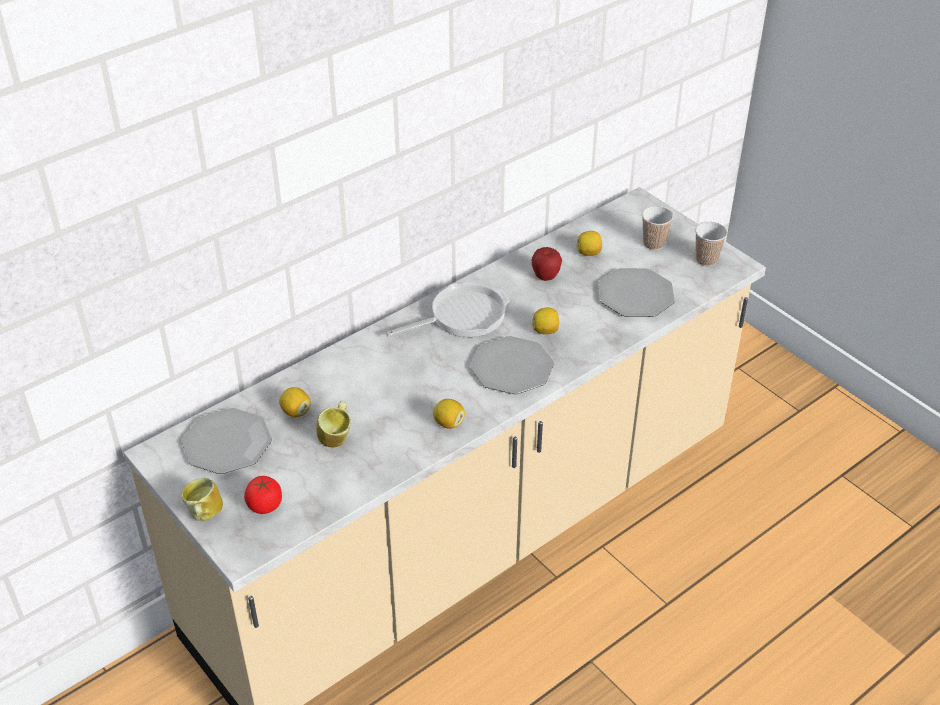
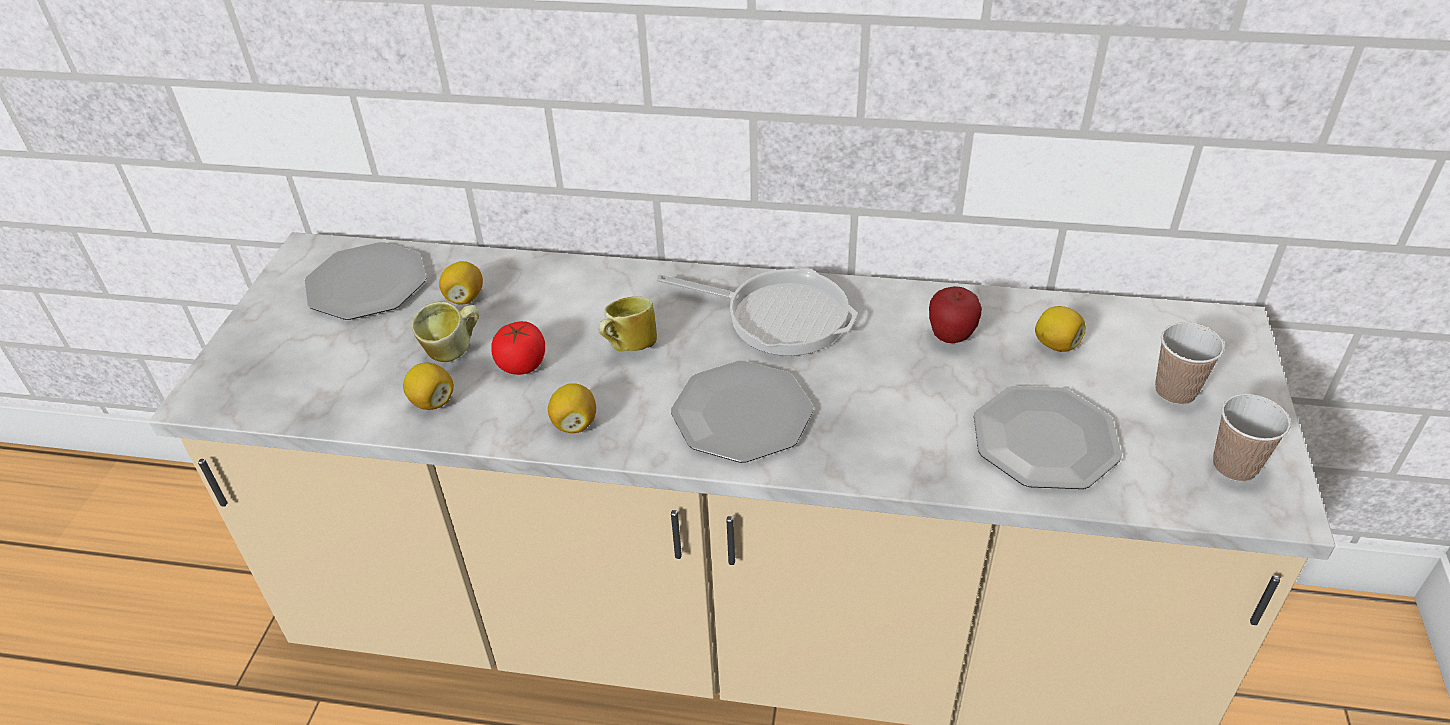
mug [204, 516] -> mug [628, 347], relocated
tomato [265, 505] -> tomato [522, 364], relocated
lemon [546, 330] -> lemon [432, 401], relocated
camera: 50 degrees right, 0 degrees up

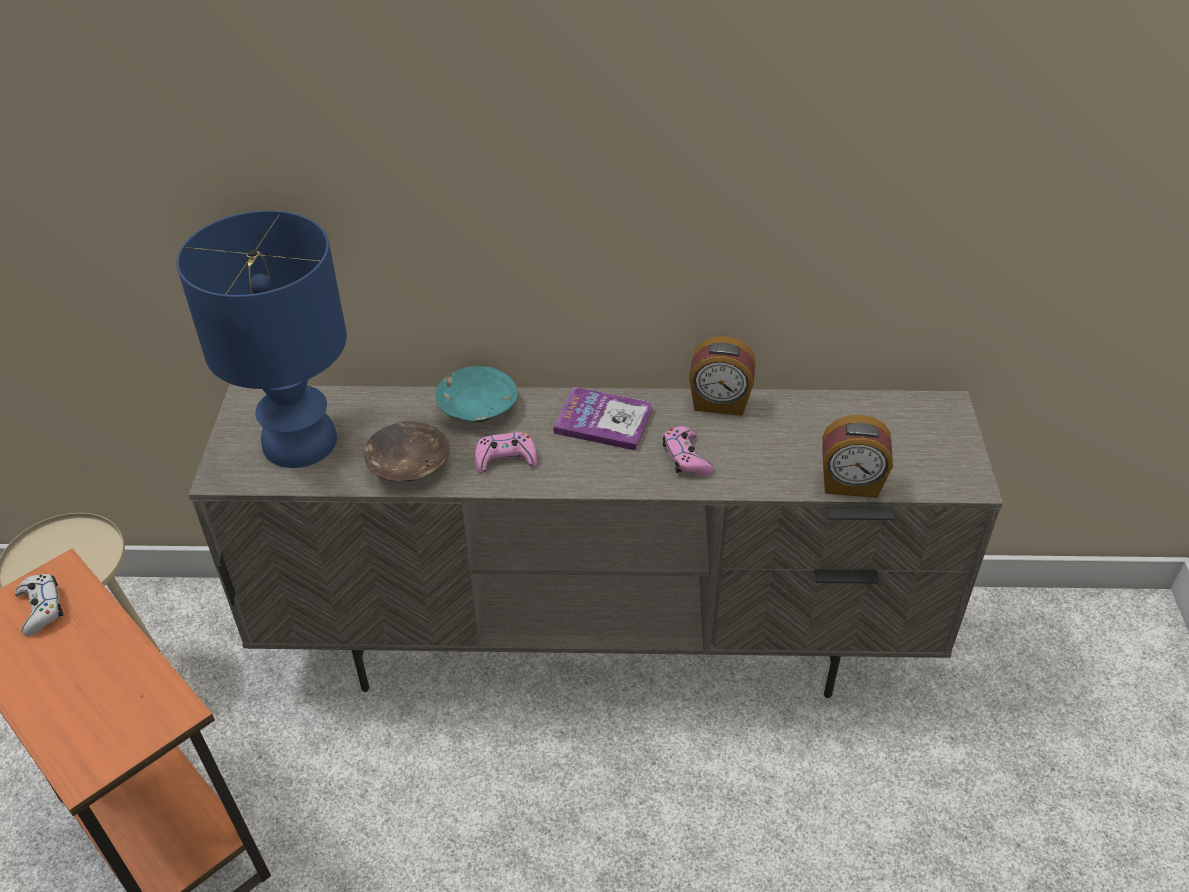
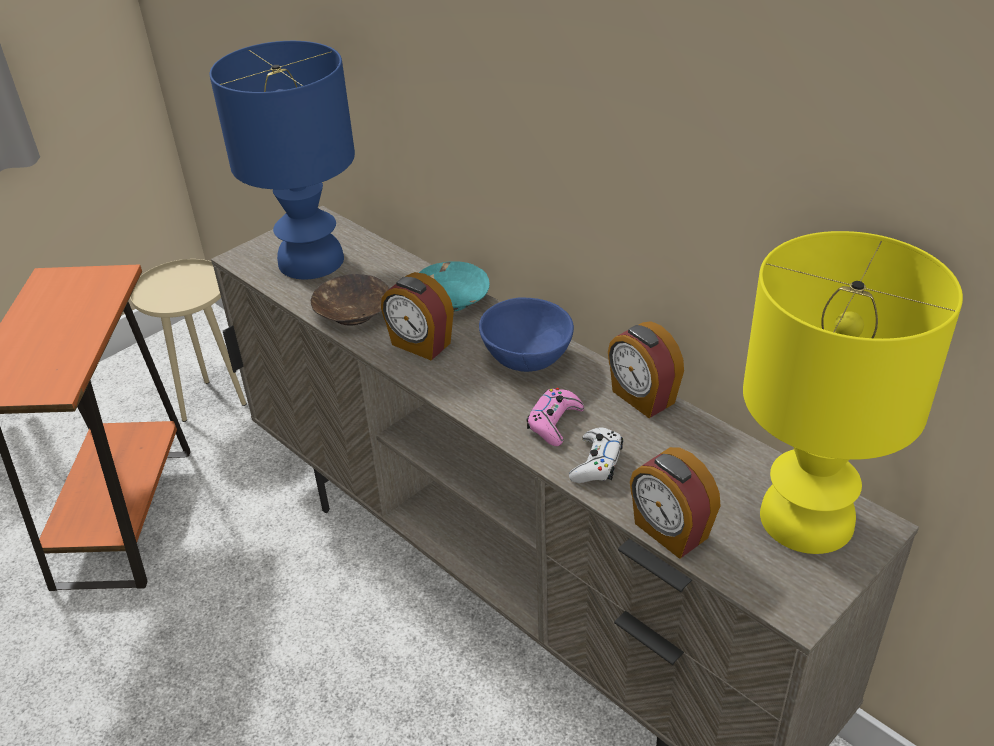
none -> table lamp (yellow) [806, 517]
game controller (white) [41, 608] -> game controller (white) [596, 463], relocated
game controller (pink) [505, 459] -> alarm clock [420, 345]
book [603, 421] -> bowl (blue) [528, 358]
camera: 45 degrees right, 5 degrees down

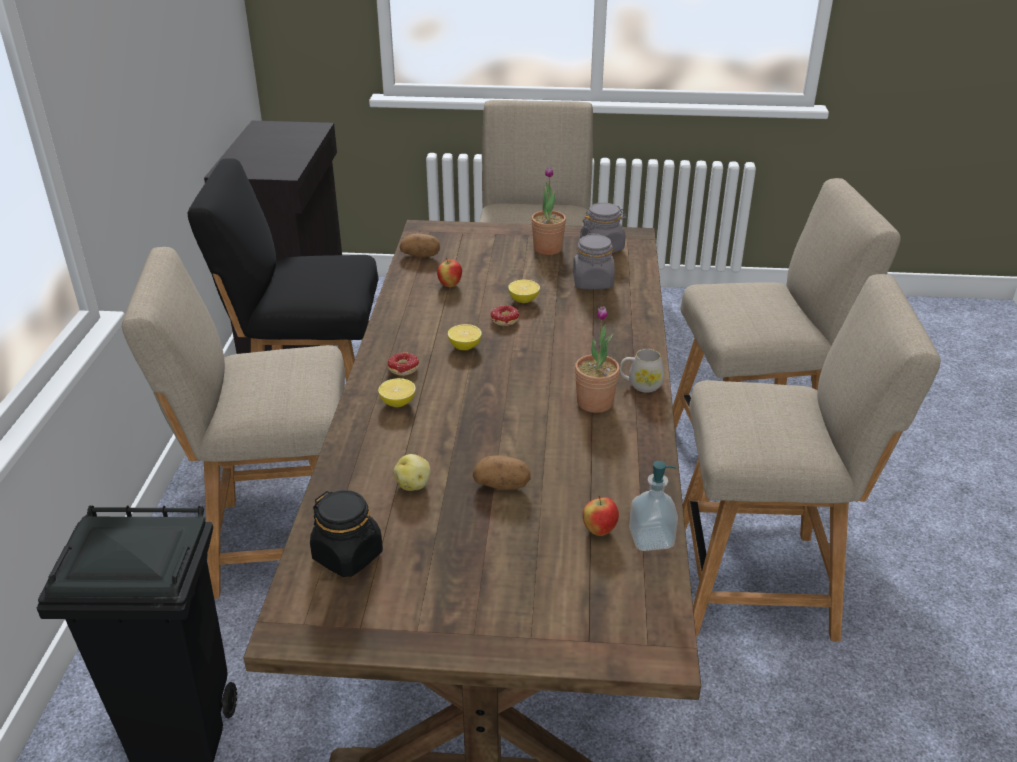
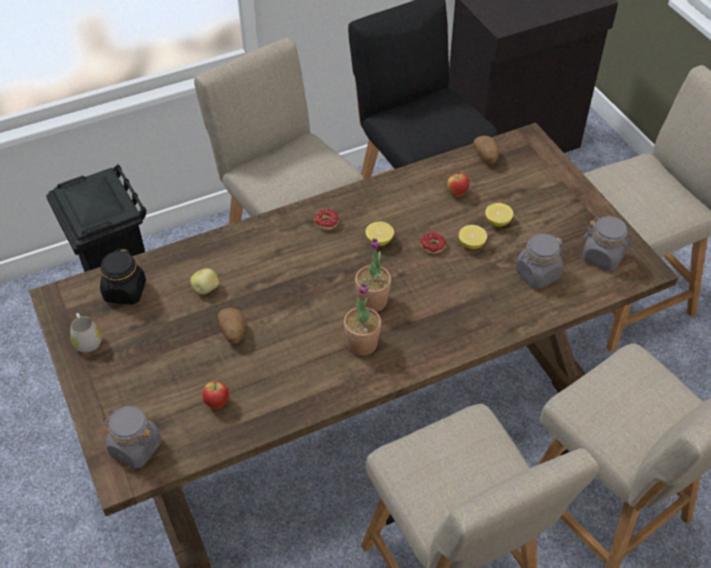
soap dispenser [651, 539] -> none
none -> jar (grey) [135, 447]
lemon [398, 403] -> lemon [497, 222], relocated
potted plant [547, 249] -> potted plant [372, 301], relocated
mug (white) [640, 385] -> mug (white) [87, 340], relocated
camera: 60 degrees right, 15 degrees up

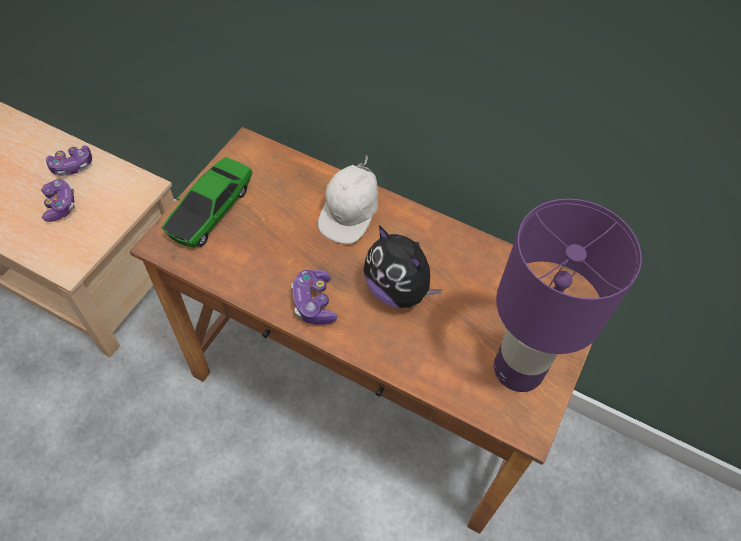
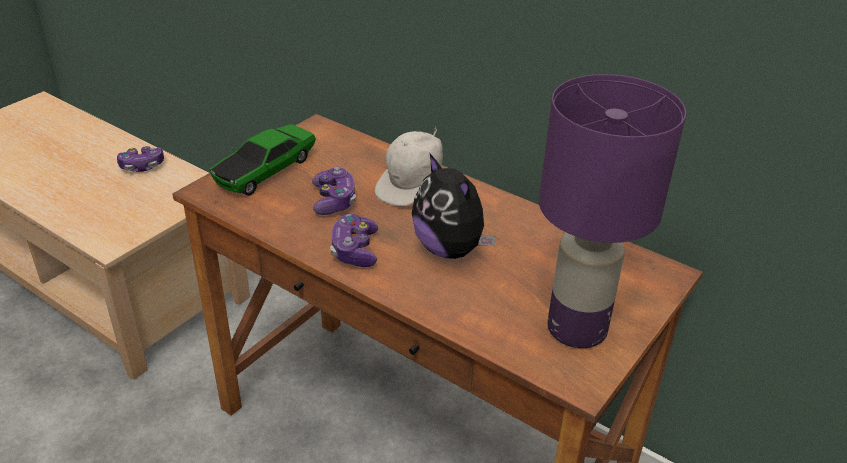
game controller [60, 205] -> game controller [334, 200], relocated
camera: 10 degrees right, 20 degrees down

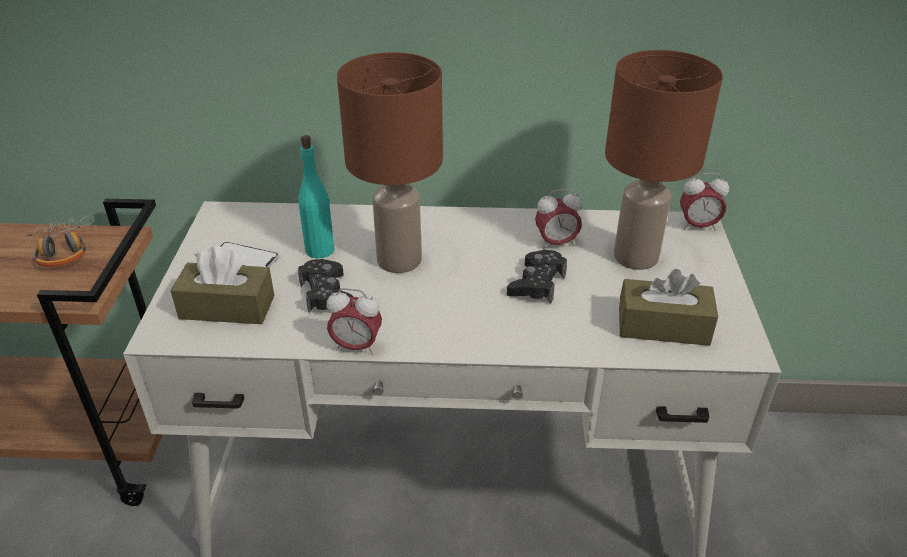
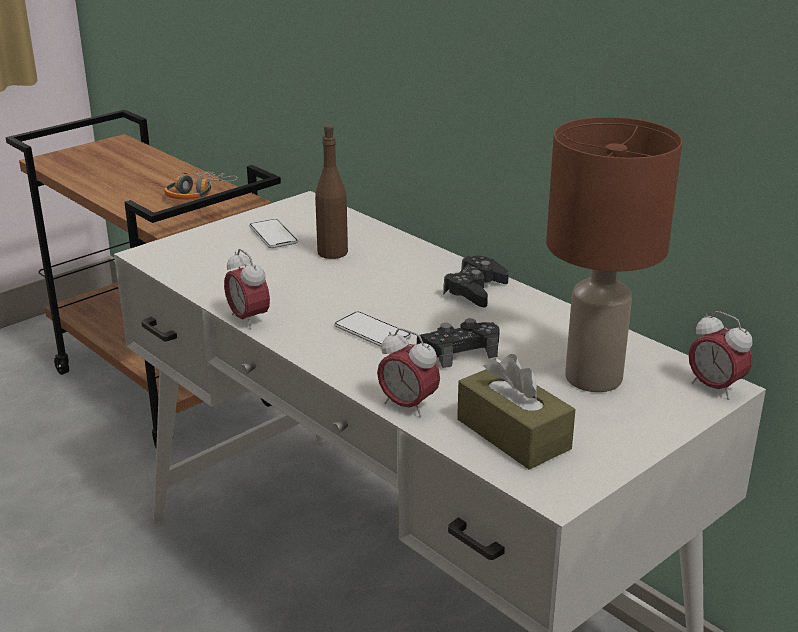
tissue box (brown) [227, 307] -> none
table lamp (brown) [397, 259] -> none
none -> phone [372, 332]
game controller (black) [326, 294] -> game controller (black) [475, 290], relocated
alarm clock [556, 243] -> alarm clock [408, 406], relocated
bottle (turquoise) [319, 250] -> bottle (brown) [332, 252]
camera: 45 degrees right, 10 degrees down

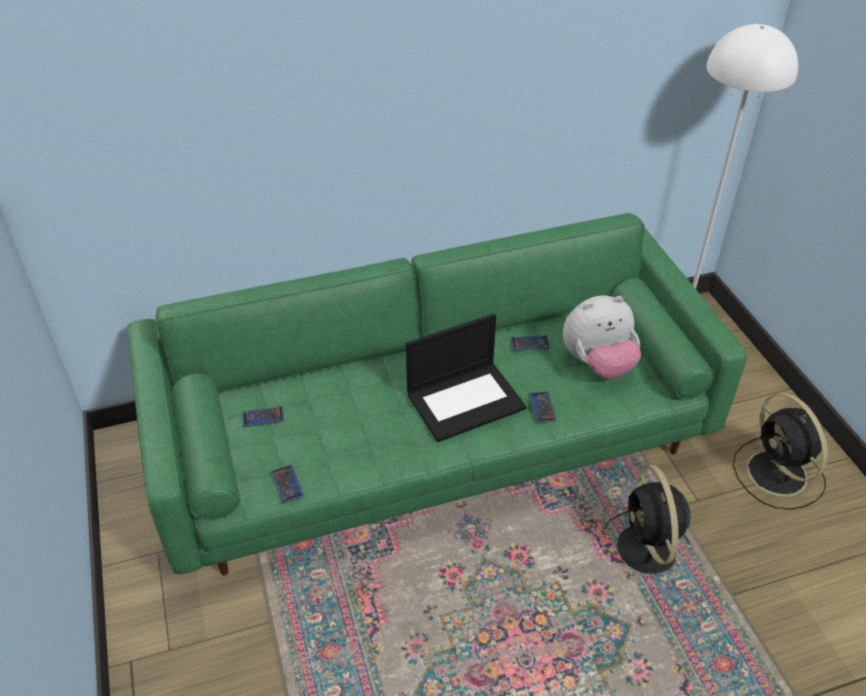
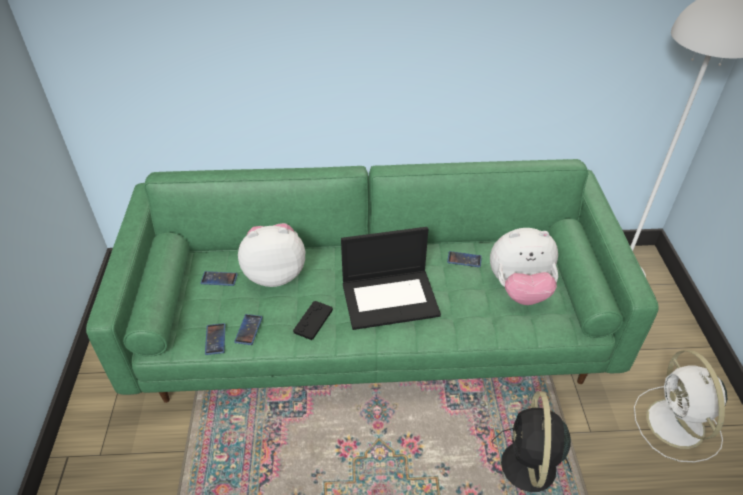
none -> plush toy [275, 273]
none -> game controller (black) [313, 320]
phone [542, 407] -> phone [248, 330], relocated
fan (black) [778, 475] -> fan (white) [676, 425]
camera: 15 degrees right, 0 degrees up

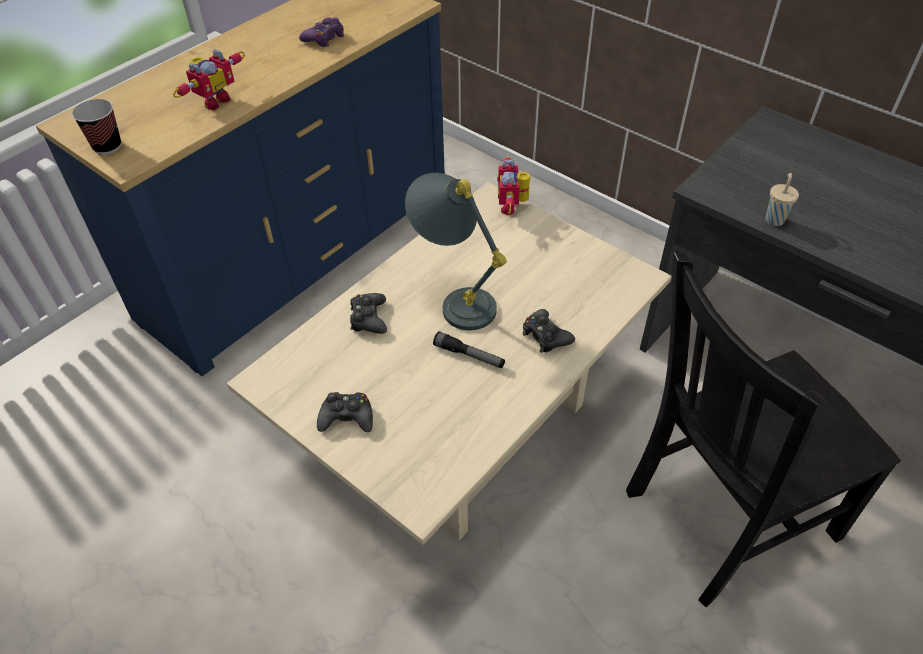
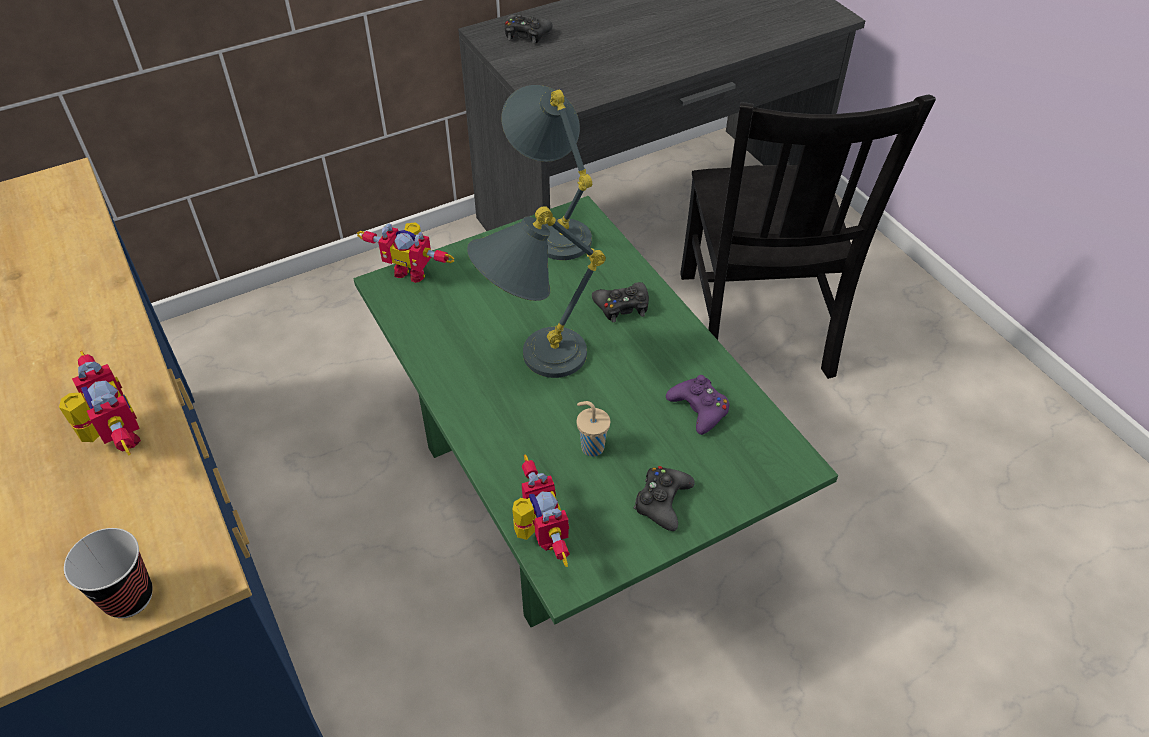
flashlight [469, 355] -> none
none -> table lamp (grey) [552, 228]
none -> toy robot [538, 536]
game controller (purple) [324, 38] -> game controller (purple) [699, 409], relocated
game controller (black) [368, 318] -> game controller (black) [526, 34], relocated
cup (beige) [774, 219] -> cup (beige) [591, 447], relocated
coffee table (beige) [463, 429] -> coffee table (green) [574, 490]
camera: 70 degrees left, 0 degrees up

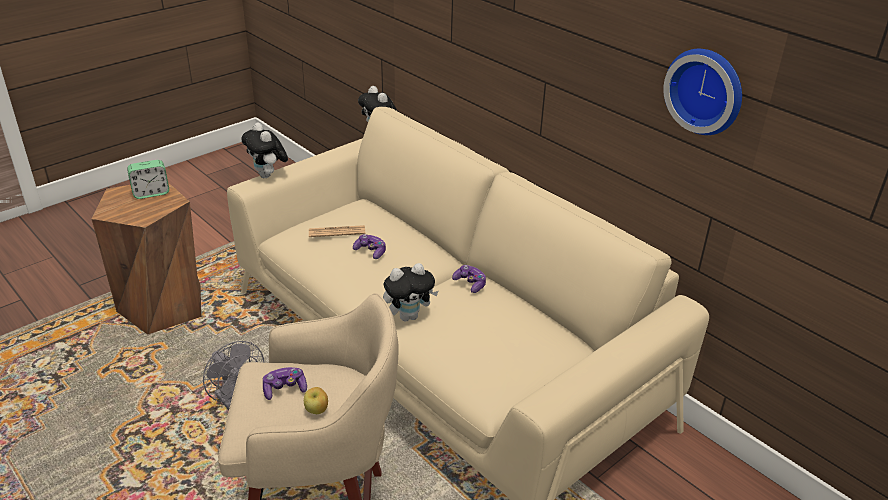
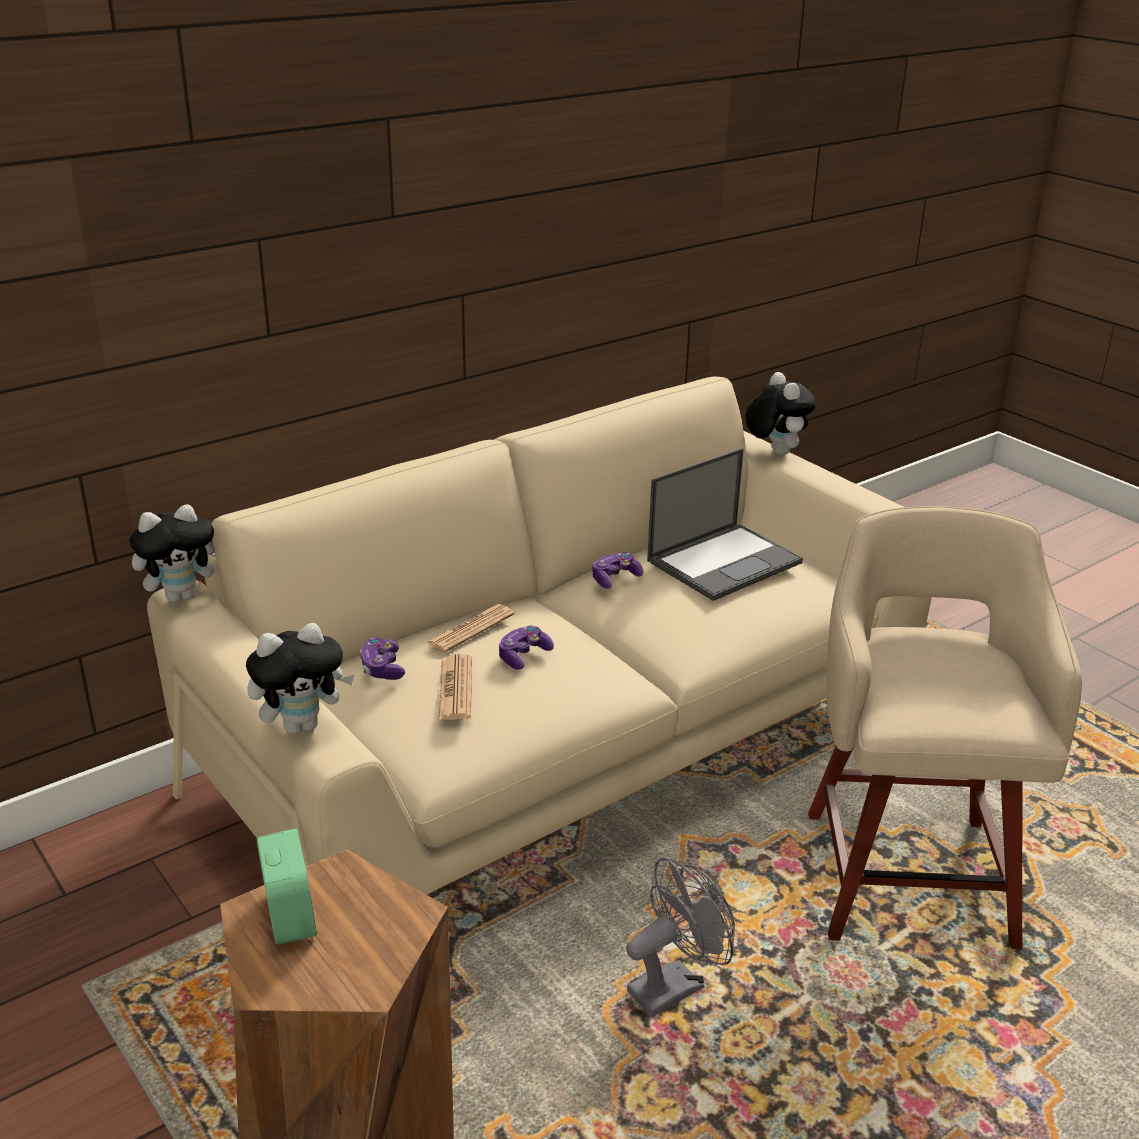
apple [317, 410] -> none
wall clock [706, 90] -> none
none -> newspaper [470, 629]
none -> laptop [725, 561]
game controller [284, 389] -> game controller [382, 668], relocated
plush toy [409, 316] -> plush toy [775, 452], relocated
camera: 85 degrees left, 5 degrees down

